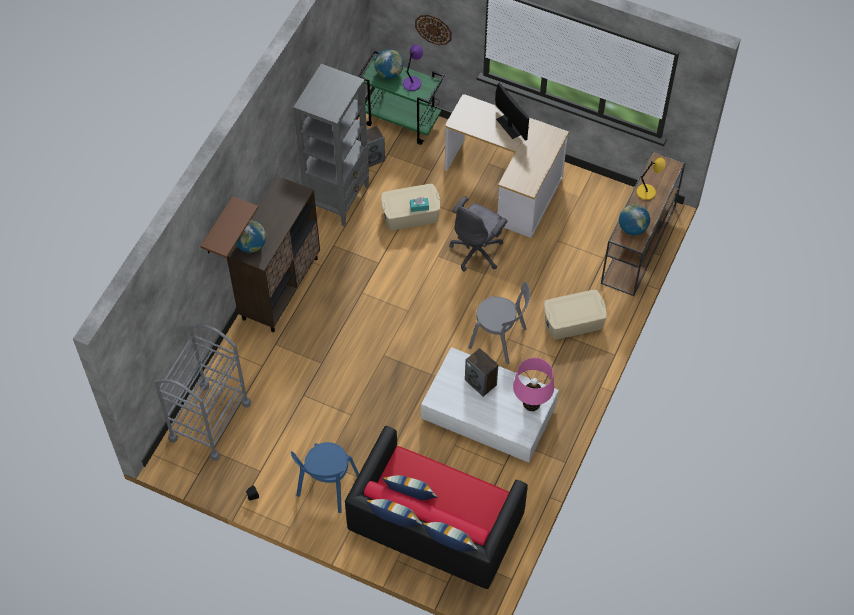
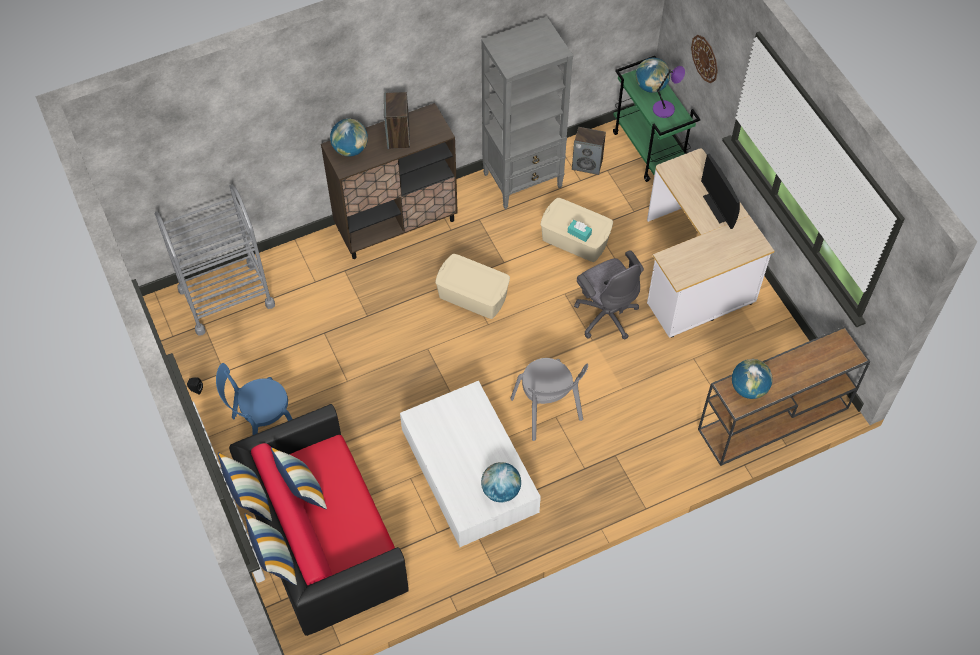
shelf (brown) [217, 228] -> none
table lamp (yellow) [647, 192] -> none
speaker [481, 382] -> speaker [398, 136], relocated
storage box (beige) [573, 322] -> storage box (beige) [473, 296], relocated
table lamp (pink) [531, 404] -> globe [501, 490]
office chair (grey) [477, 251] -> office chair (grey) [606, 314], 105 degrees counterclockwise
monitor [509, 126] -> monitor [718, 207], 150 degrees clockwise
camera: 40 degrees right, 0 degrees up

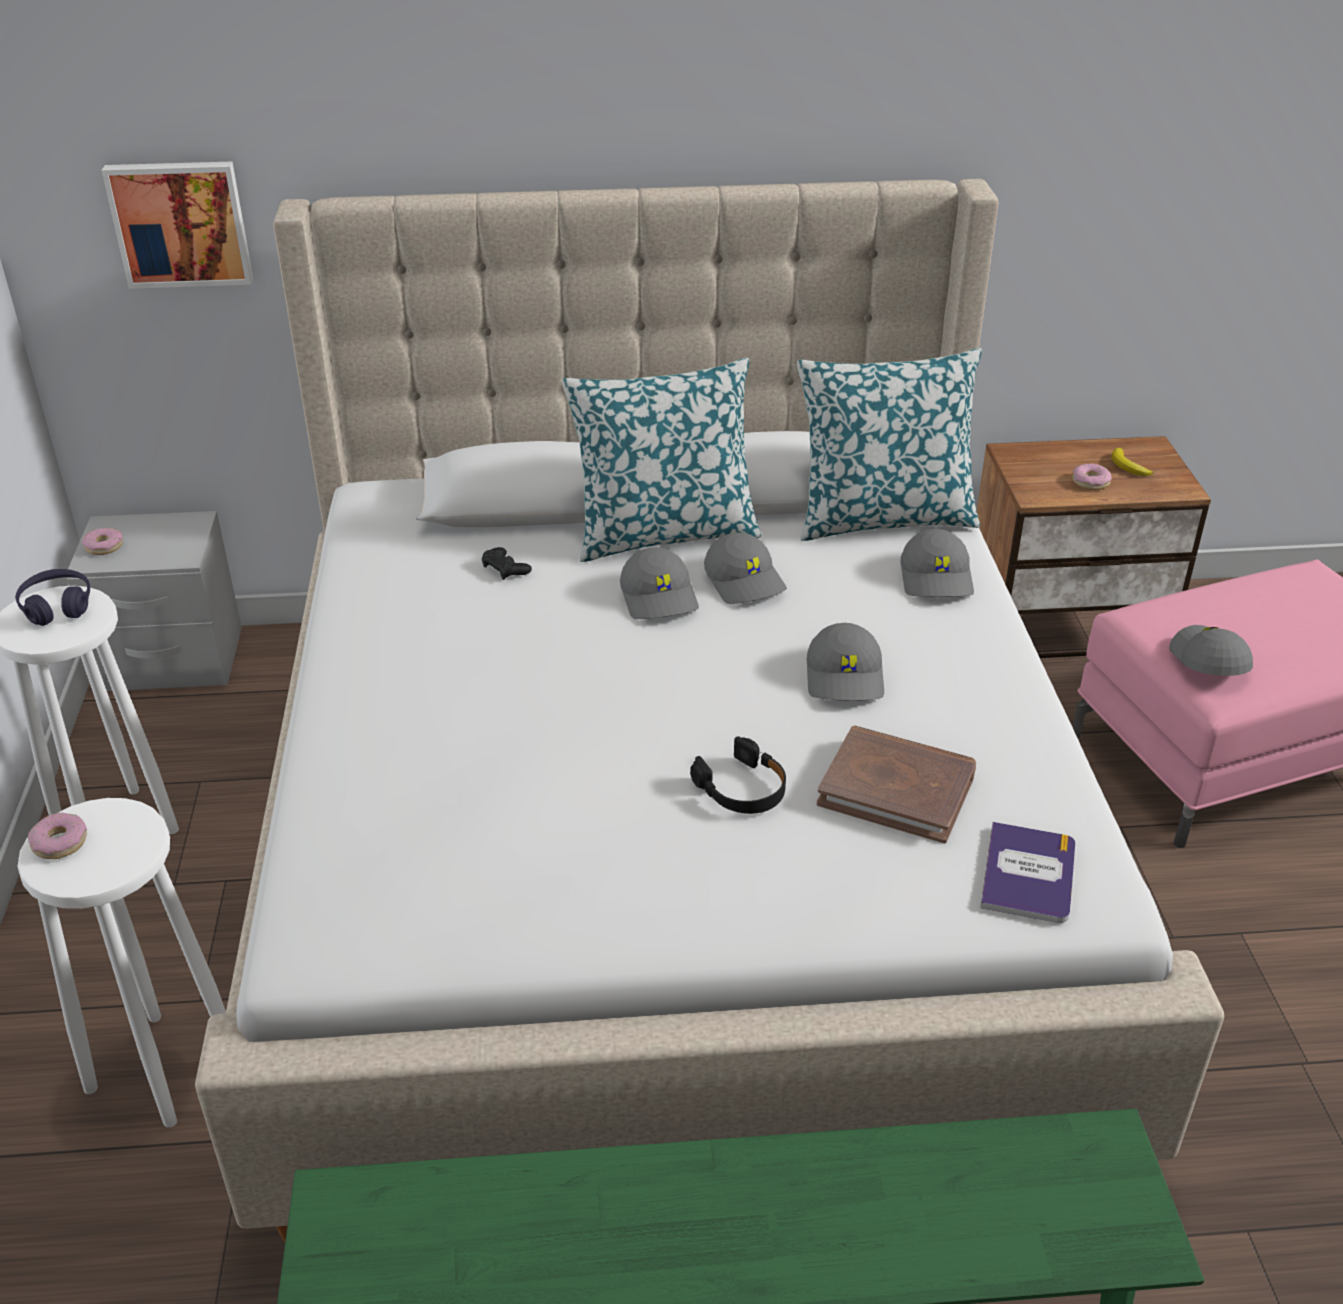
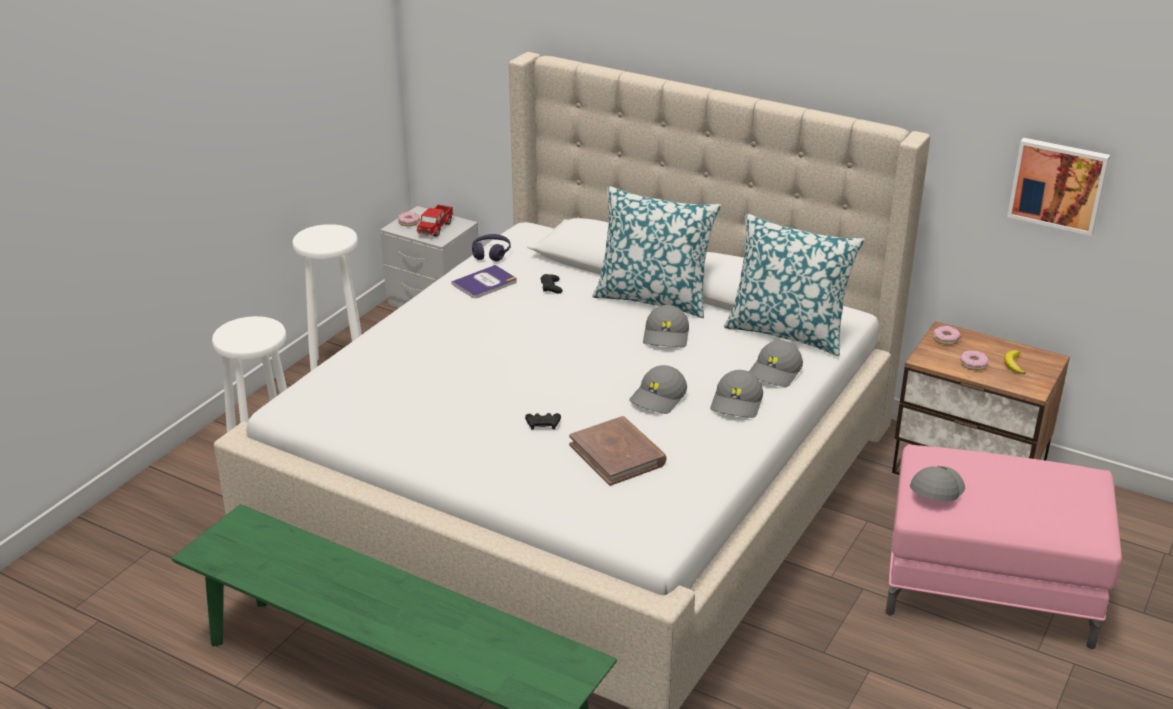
none -> toy truck [435, 227]
headphones (purple) [57, 606] -> headphones (purple) [491, 253], relocated
donut [59, 843] -> donut [945, 339], relocated
picture [181, 223] -> picture [1058, 184], relocated
cap (grey) [660, 598] -> cap (grey) [737, 403], relocated
book [1028, 874] -> book [485, 283], relocated
headphones (black) [742, 789] -> game controller (black) [543, 424]
camera: 35 degrees right, 5 degrees down

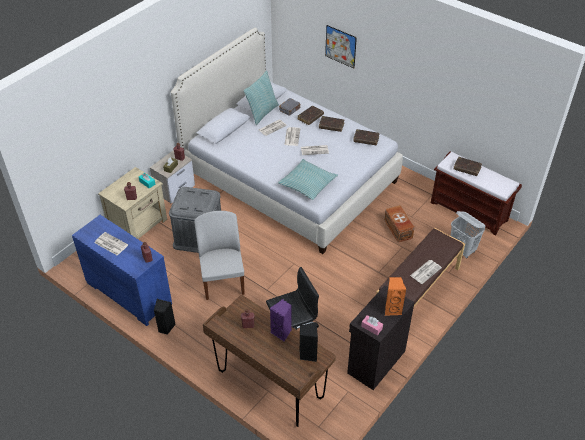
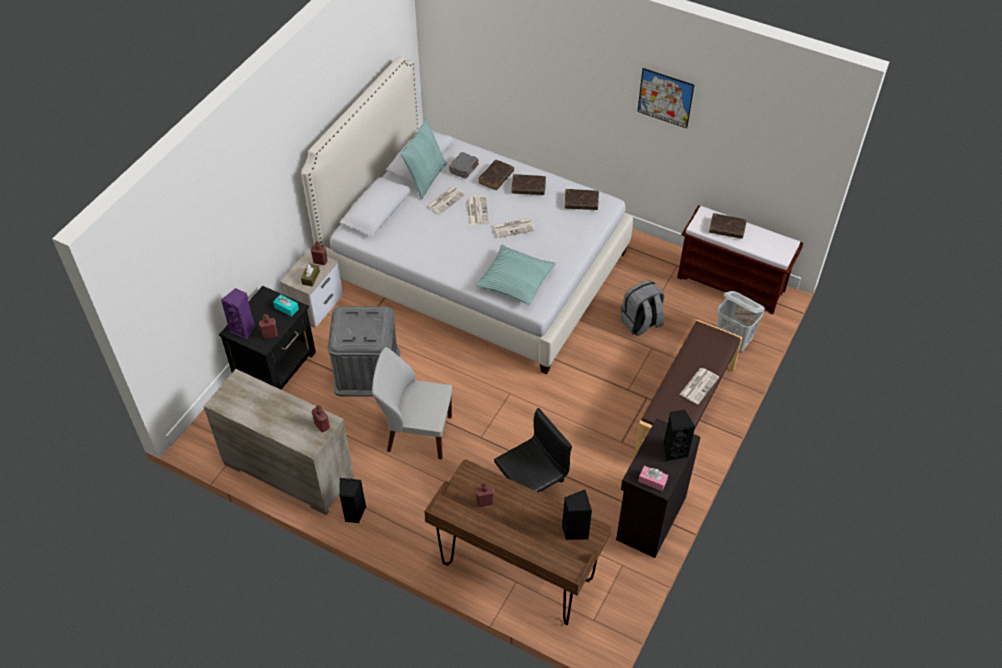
newspaper [110, 244] -> none
speaker (purple) [282, 332] -> speaker (purple) [243, 329], relocated
picture [340, 46] -> picture [665, 98], relocated
storage box (brown) [398, 229] -> backpack (grey) [641, 323]
dresser (blue) [128, 293] -> dresser (beige) [288, 471]
nightstand (beige) [138, 224] -> nightstand (black) [276, 365]
speaker (orange) [392, 309] -> speaker (black) [674, 451]
chair (white) [223, 280] -> chair (white) [417, 433], 60 degrees counterclockwise
camera: 10 degrees left, 5 degrees up

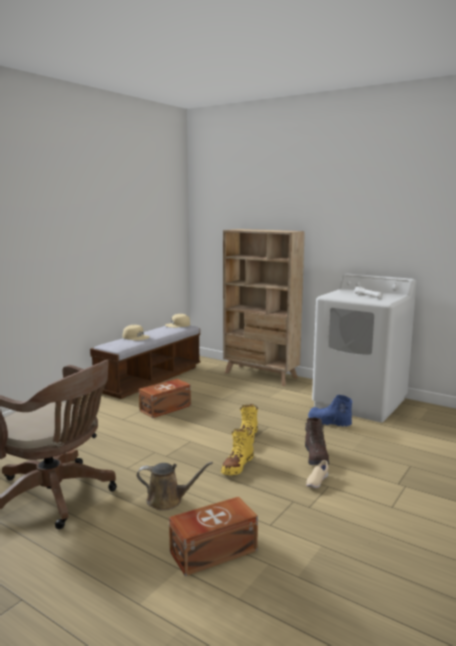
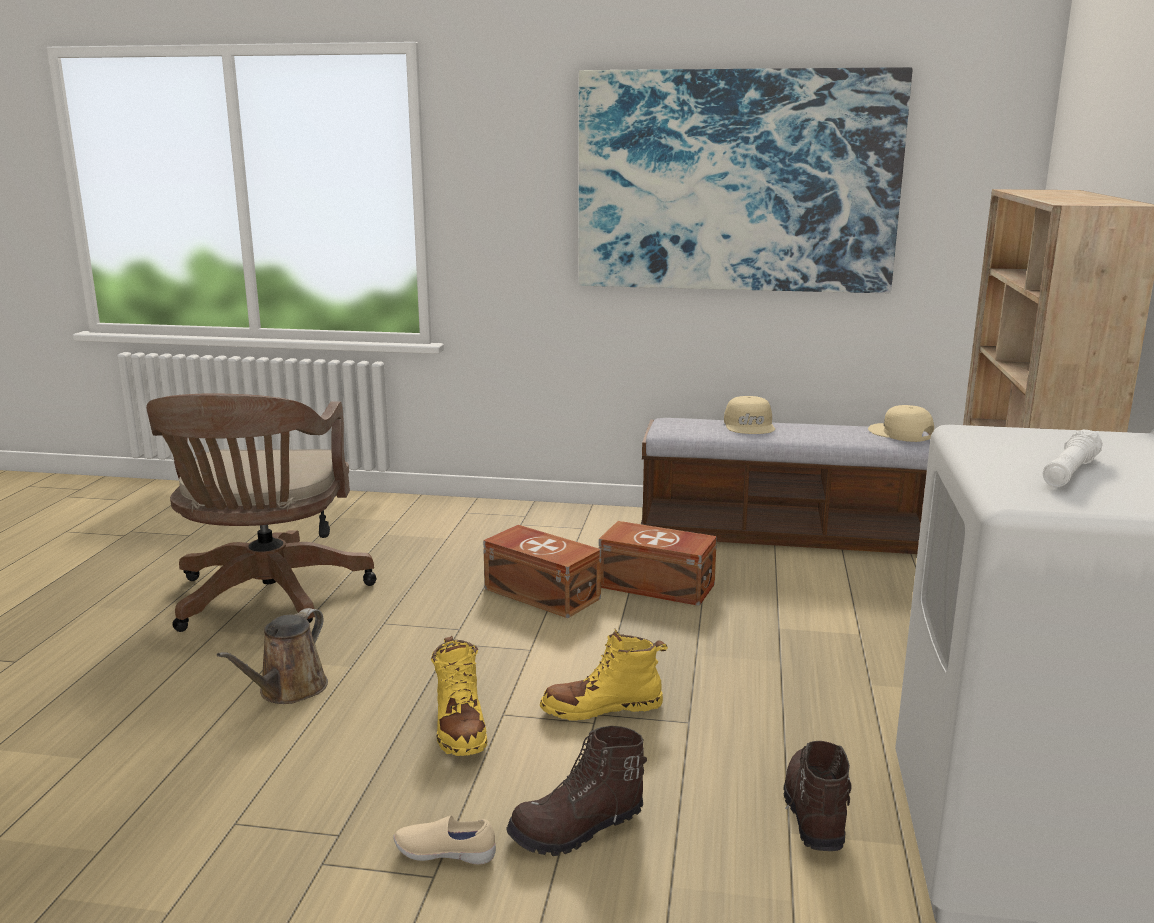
none -> picture [736, 182]
storage box (brown) [212, 550] -> storage box (brown) [541, 592], relocated
boot (blue) [329, 423] -> boot (brown) [813, 813]
watering can (brown) [168, 500] -> watering can (brown) [288, 690], 45 degrees clockwise
boot (yellow) [237, 466] -> boot (yellow) [459, 728], 105 degrees counterclockwise
camera: 65 degrees right, 5 degrees up

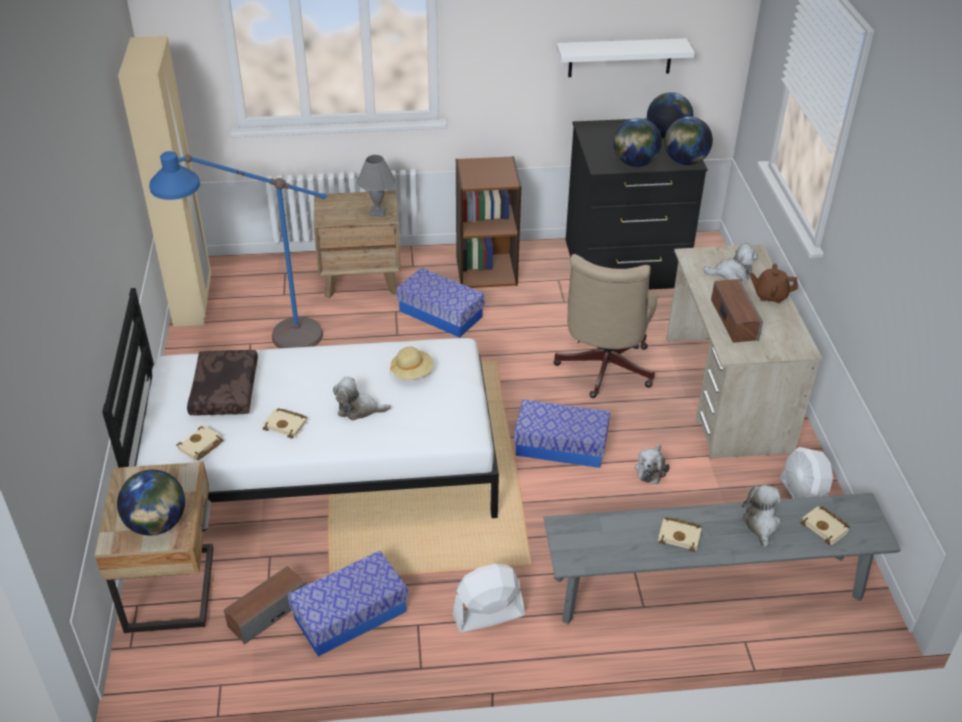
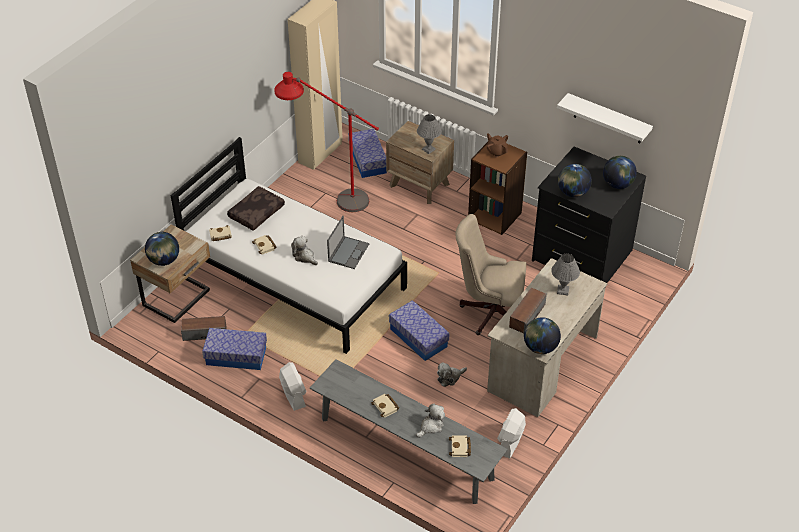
storage box [441, 314] -> storage box [368, 160], relocated
globe [685, 161] -> globe [540, 347], relocated
teapot (brown) [770, 296] -> teapot (brown) [496, 151], relocated
hat (beige) [412, 373] -> laptop [348, 252]
plush toy [732, 274] -> table lamp (grey) [562, 290]
floor lamp (blue) [262, 345] -> floor lamp (red) [330, 197]
fan (white) [488, 615] -> fan (white) [293, 394], 45 degrees clockwise
office chair (beige) [603, 370] -> office chair (beige) [489, 311], 45 degrees clockwise
camera: 40 degrees right, 5 degrees up

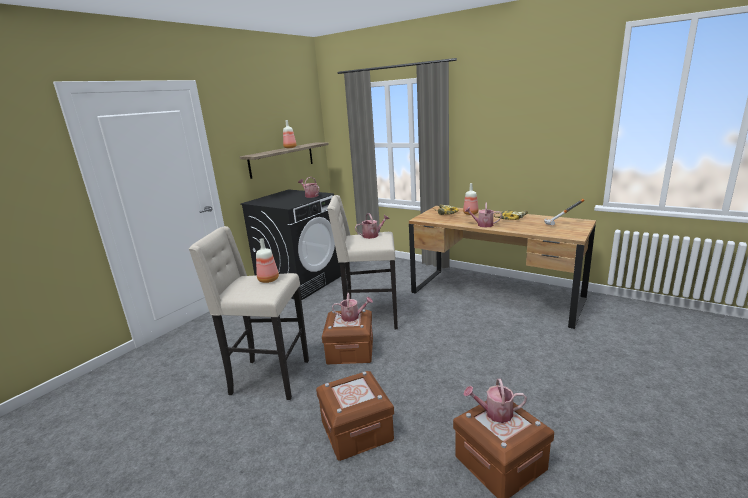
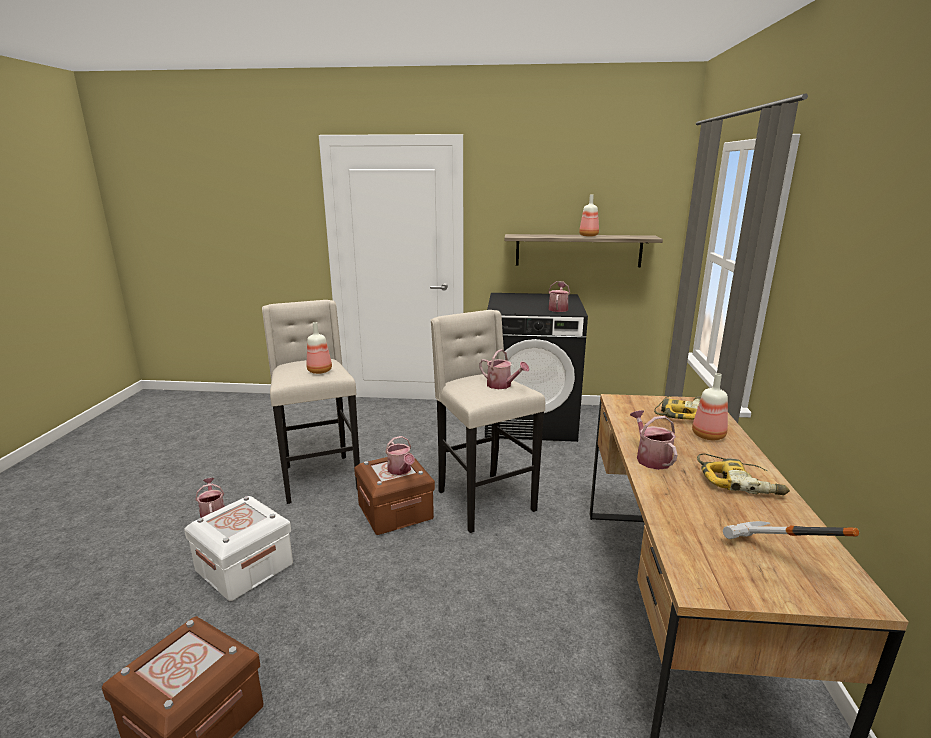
watering can [494, 413] -> watering can [213, 512], relocated
storage box (brown) [356, 431] -> storage box (white) [244, 567]
camera: 60 degrees right, 0 degrees up

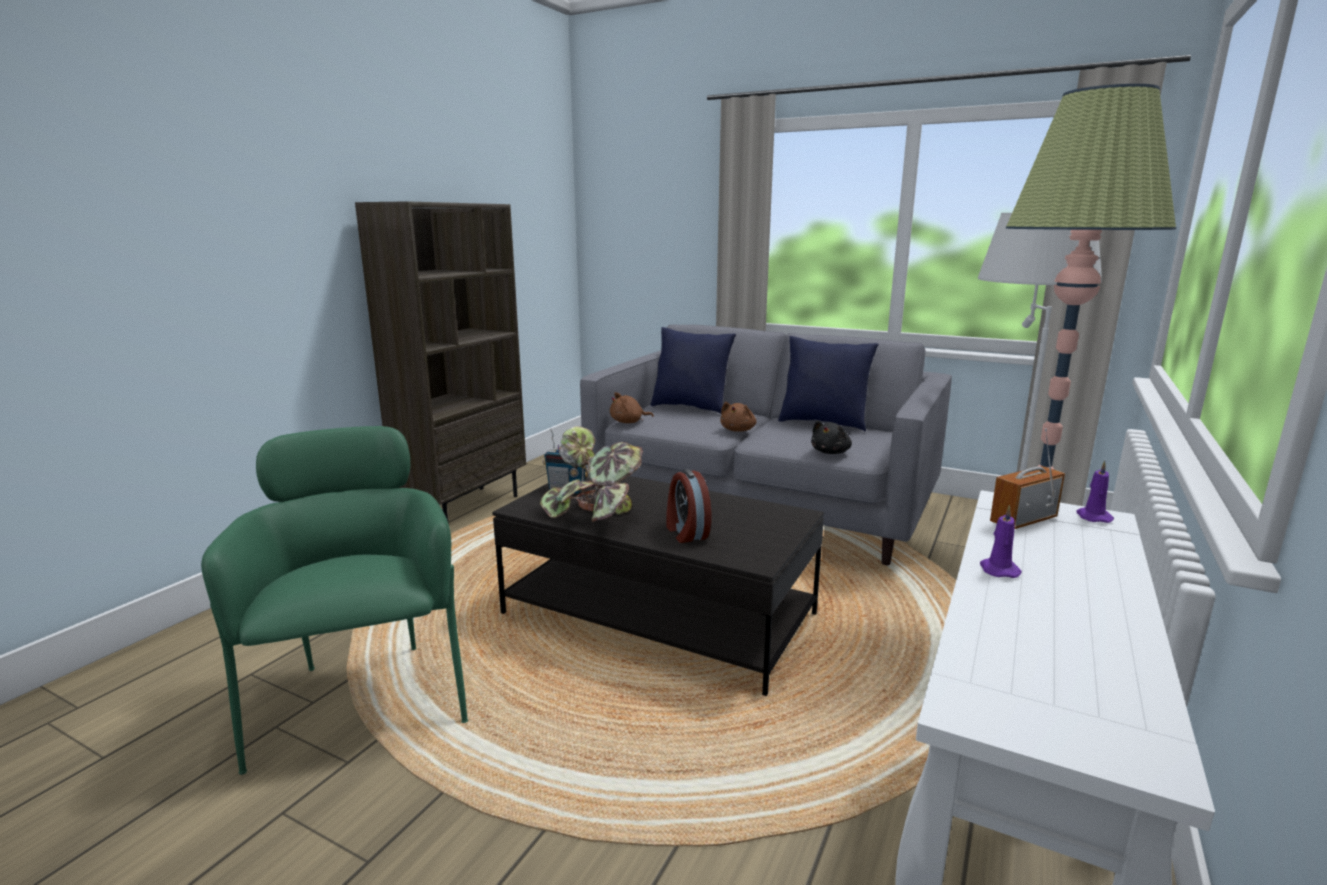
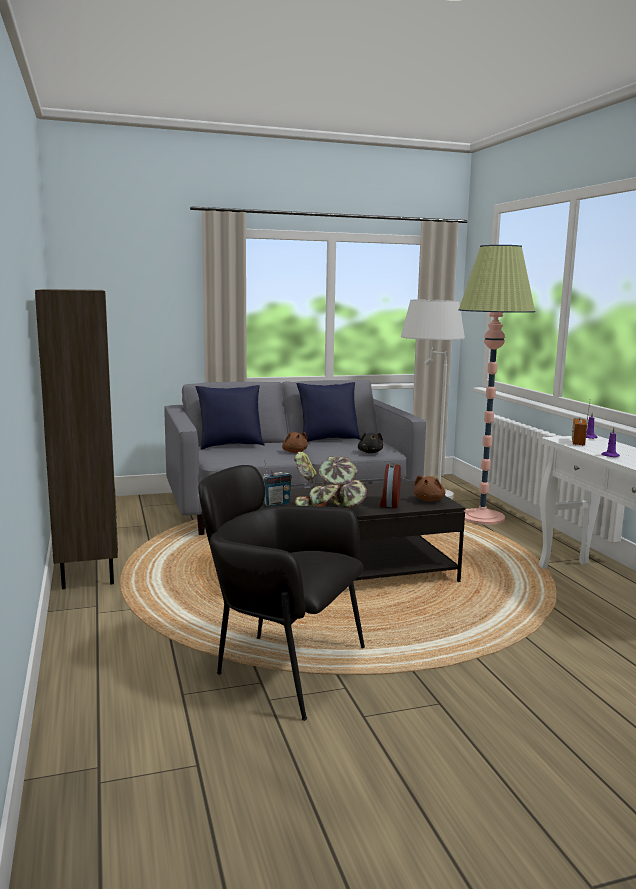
plush toy (brown) [628, 422] -> plush toy (brown) [429, 500], relocated
armchair (green) [362, 694] -> armchair (black) [280, 666]
alarm clock [686, 532] -> alarm clock [389, 503], 75 degrees clockwise
camera: 45 degrees left, 5 degrees down

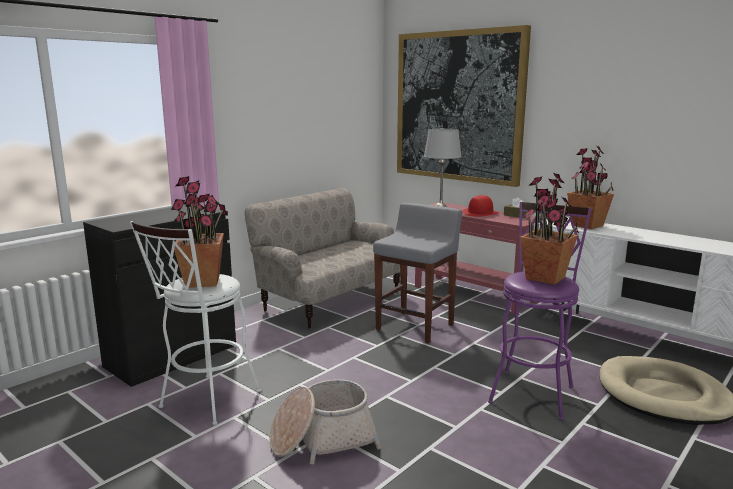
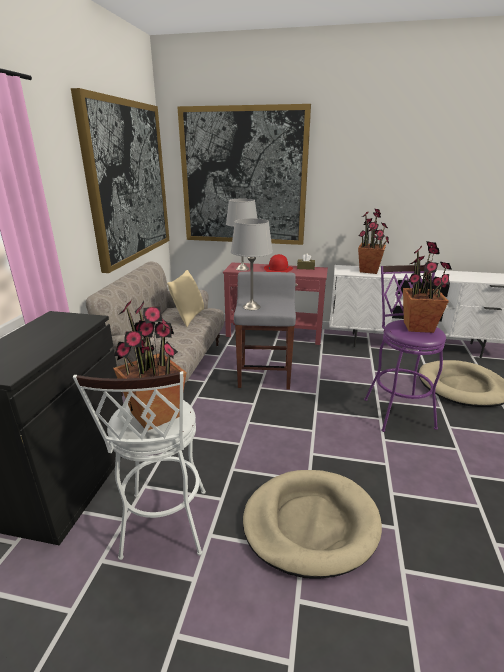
none -> picture [128, 182]
none -> pillow (beige) [188, 317]
none -> table lamp (grey) [251, 307]
basket [322, 439] -> dog bed (beige) [310, 523]
camera: 30 degrees left, 10 degrees up

